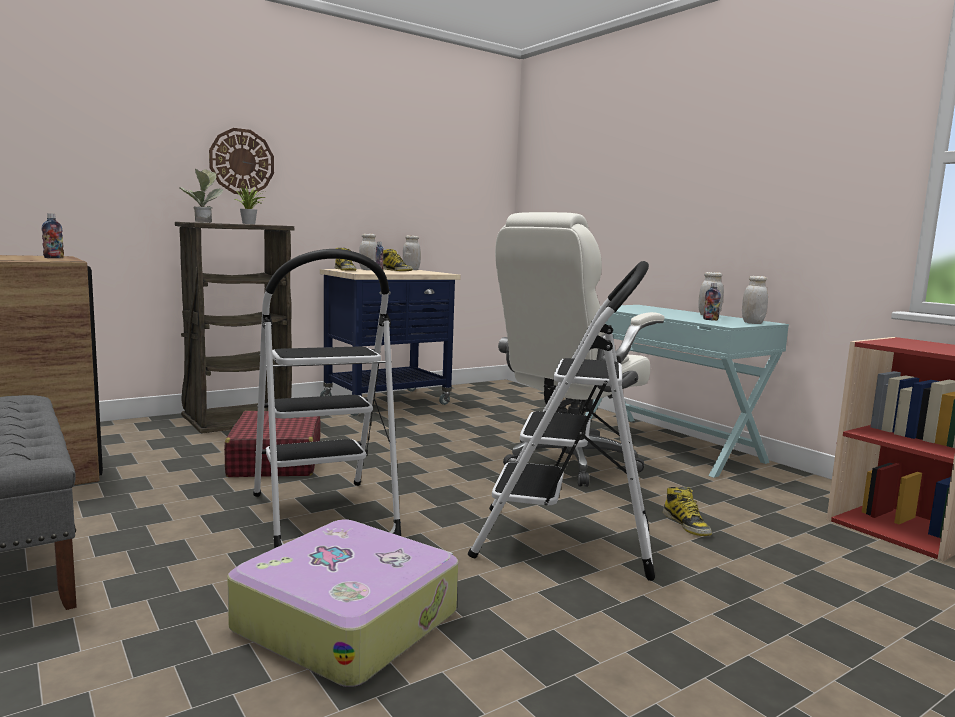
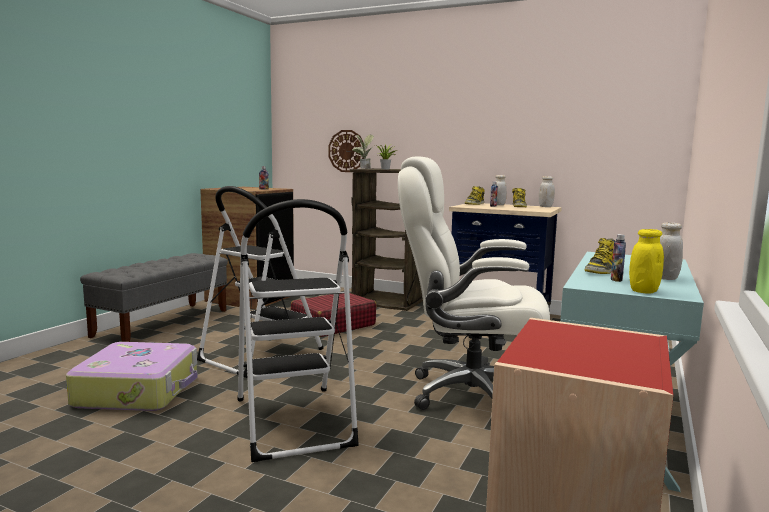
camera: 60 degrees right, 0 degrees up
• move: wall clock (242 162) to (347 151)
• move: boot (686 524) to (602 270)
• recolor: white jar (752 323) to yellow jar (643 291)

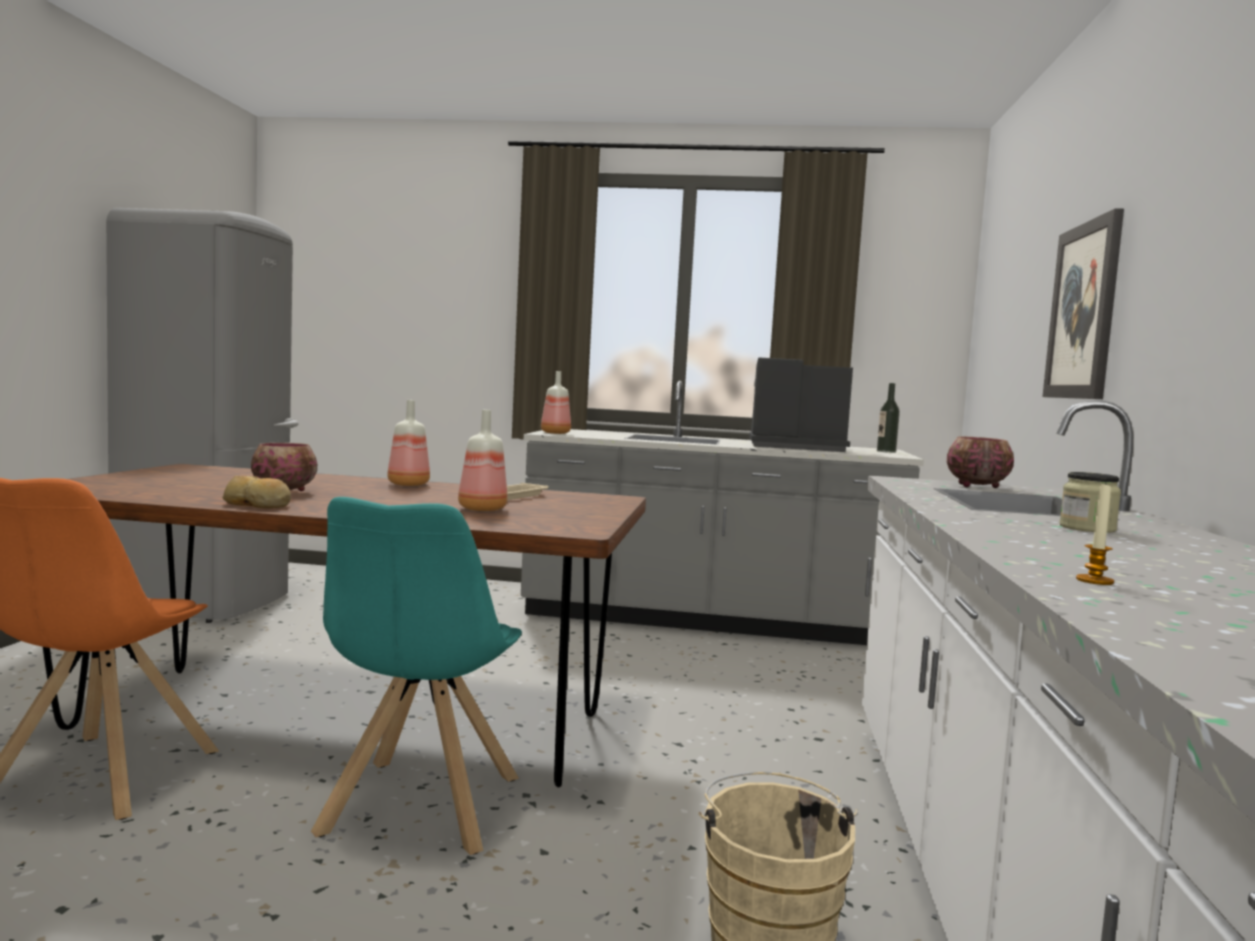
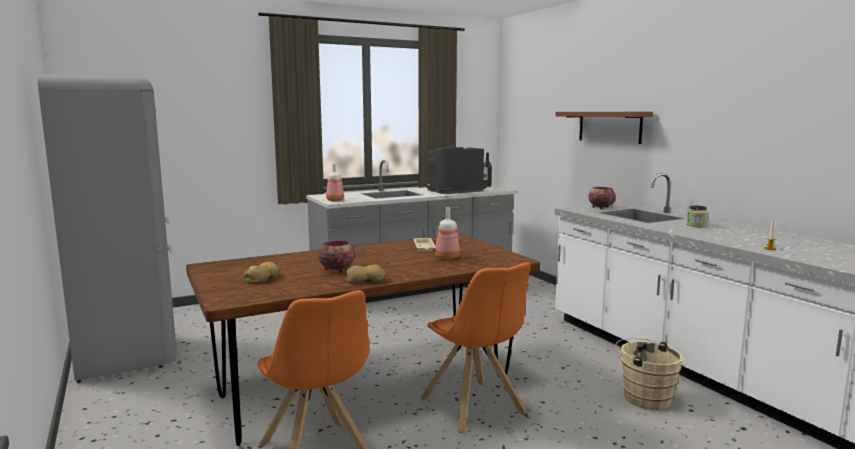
camera: 35 degrees left, 5 degrees up
• recolor: turquoise chair (418 810) to orange chair (474 407)
• delete: bottle (410 484)
• replace: picture (1083 311) to brown shelf (609 126)
• insert: bread (263 278)

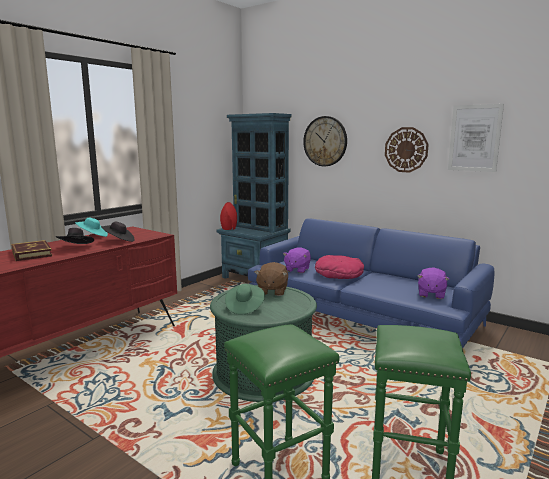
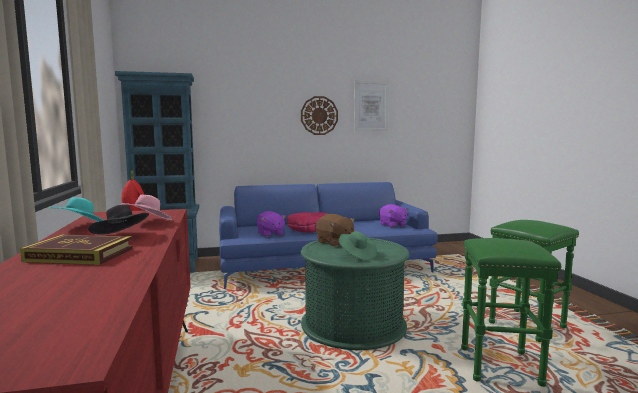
camera: 50 degrees left, 5 degrees down
• recolor: black hat (119 241) to pink hat (148 222)
• delete: wall clock (325 141)

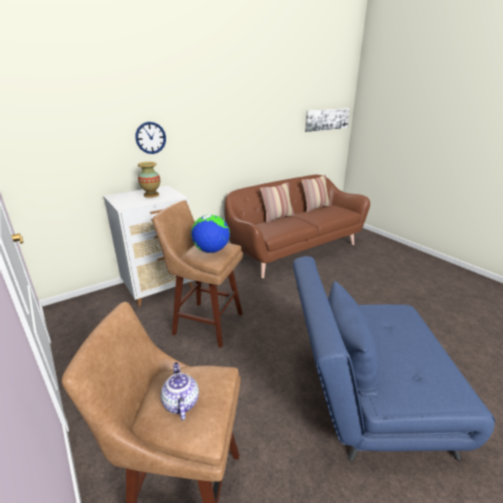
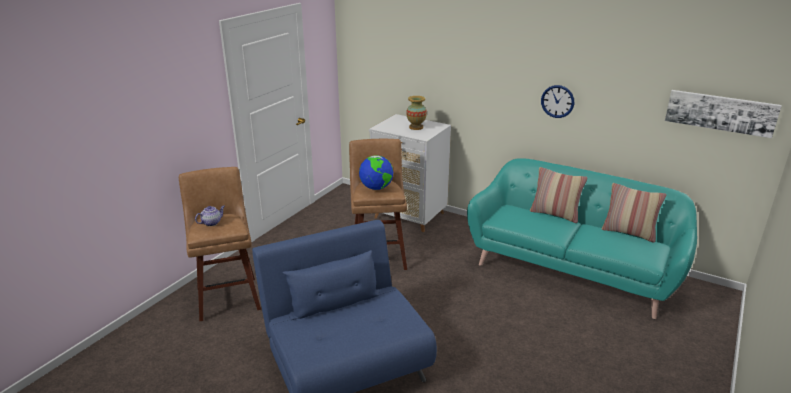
camera: 65 degrees right, 0 degrees up
• move: wall clock (150 138) to (557 101)
• recolor: brown sofa (294 250) to turquoise sofa (572 271)

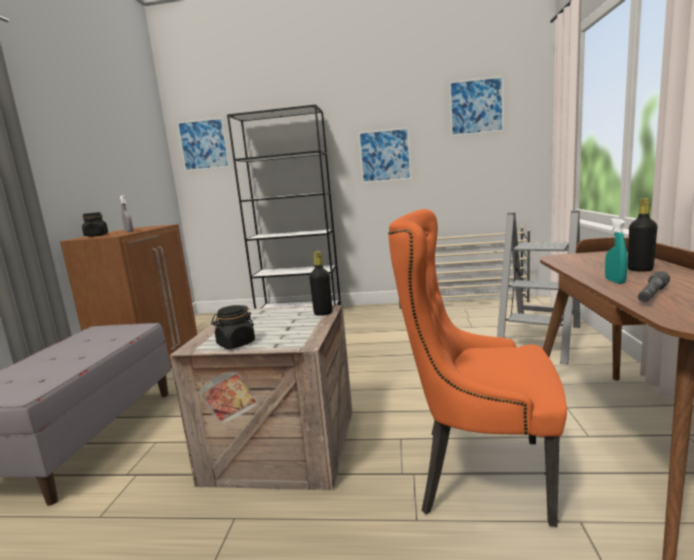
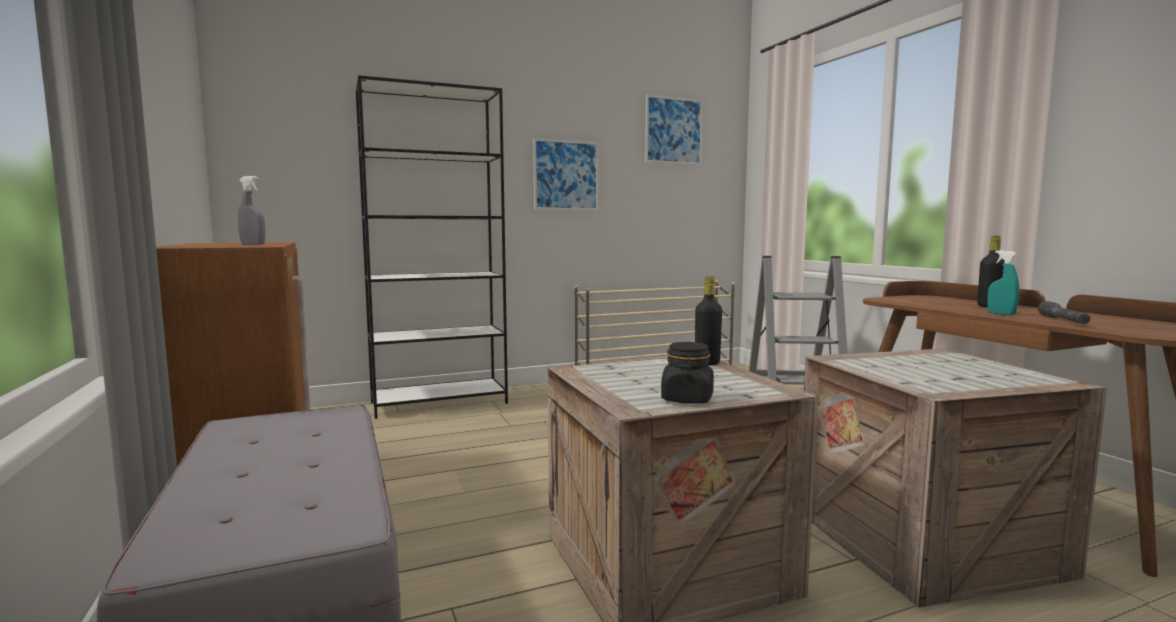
camera: 30 degrees left, 5 degrees down
• delete: black jar (96 235)
• delete: picture (203 144)
• replace: orange chair (478 473) to crate (921 540)

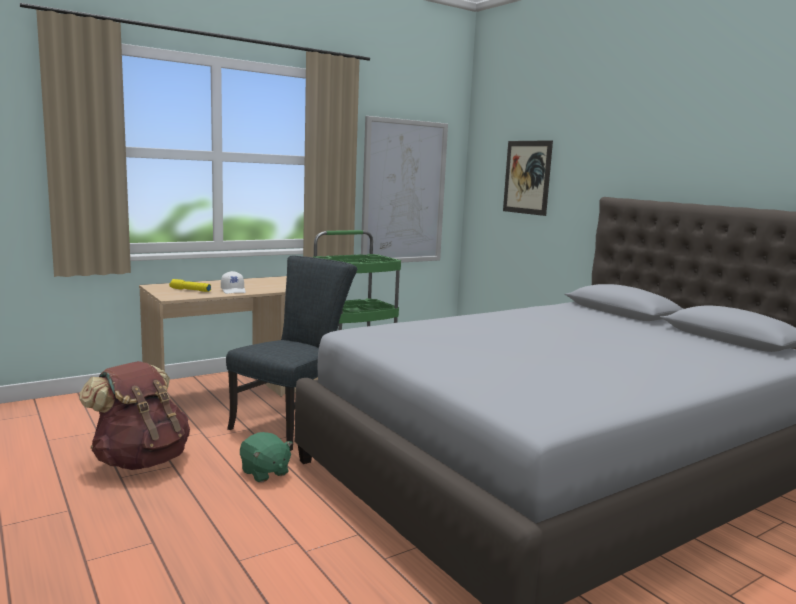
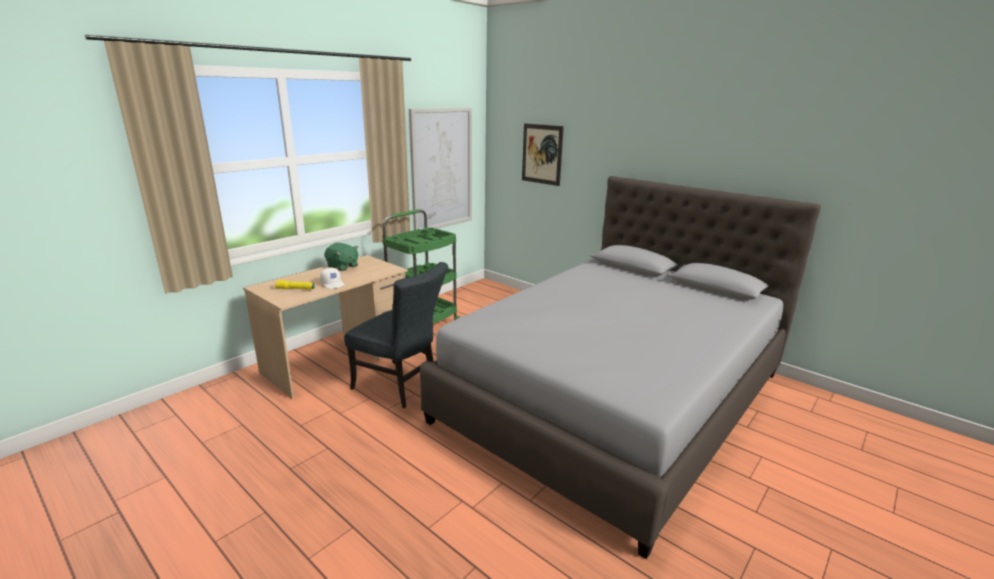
camera: 15 degrees left, 10 degrees up
• delete: brown backpack (141 460)
• rotate: grey chair (292 423) = (401 386) 105 degrees clockwise
• move: green plush toy (264 472) to (342 267)

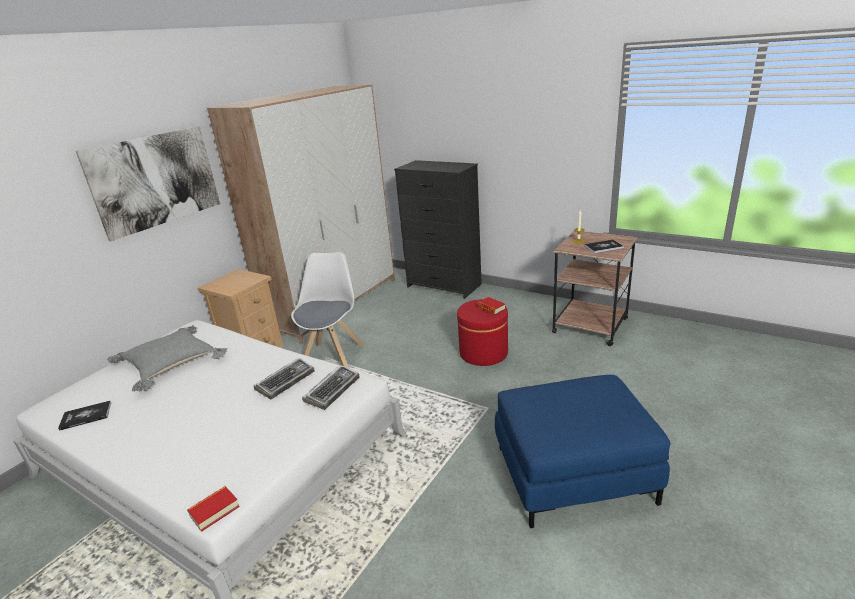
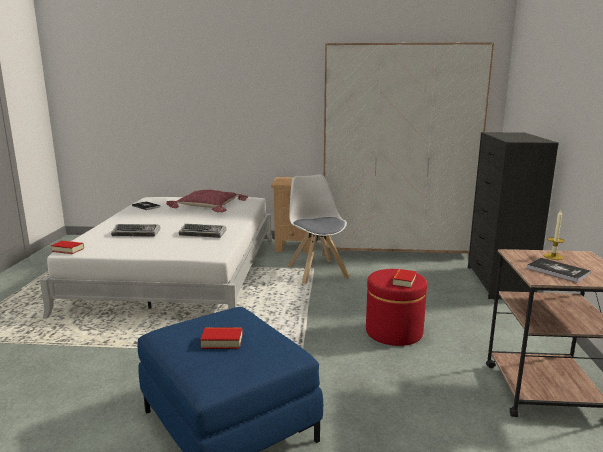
camera: 60 degrees right, 10 degrees down
• delete: picture (155 180)
• recolor: grey pillow (169 360) to red pillow (208 204)
• rotate: chair (333 357) = (317 271) 90 degrees counterclockwise
• move: keyboard (332 390) to (137 234)
• insert: book (222 342)

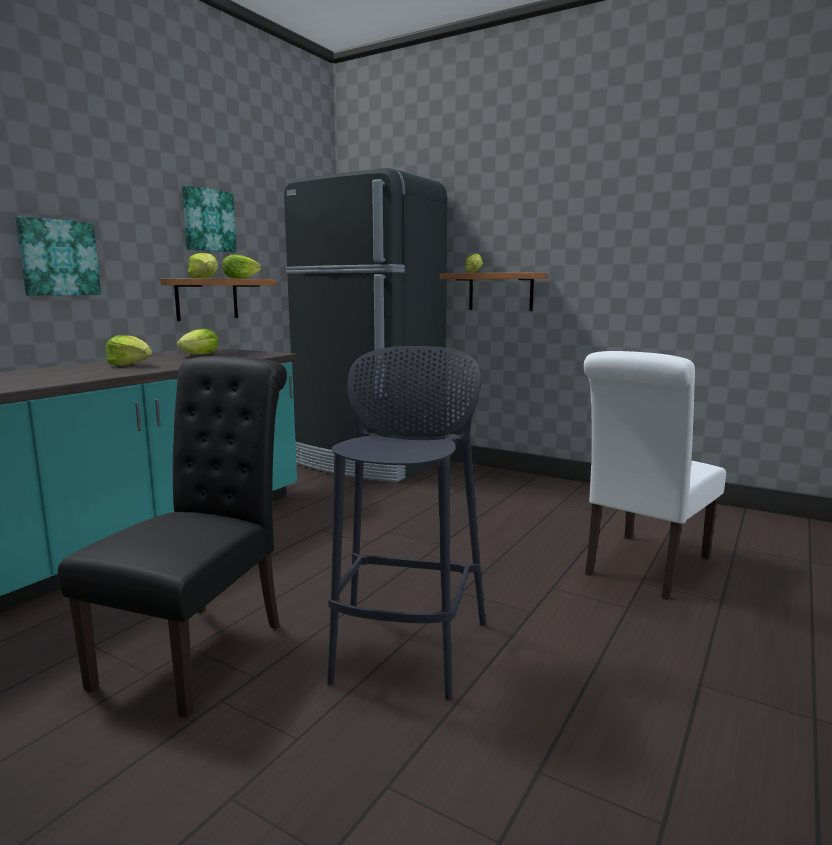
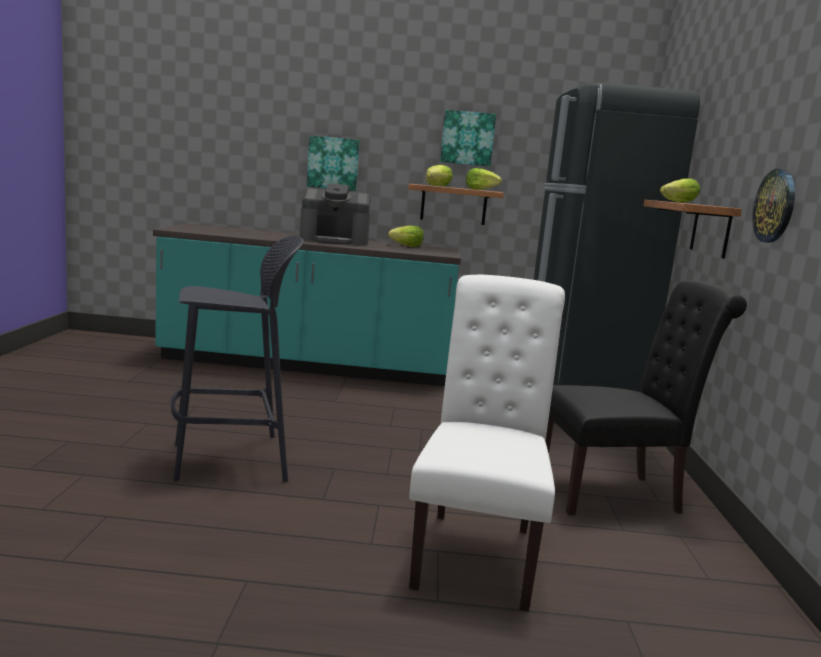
camera: 60 degrees right, 0 degrees up
• move: black chair (201 648) to (616 494)
• replace: lettuce (130 365) to coffee machine (334 240)
• rotate: white chair (643 568) = (477 551) 90 degrees clockwise
• insert: wall clock (775 206)

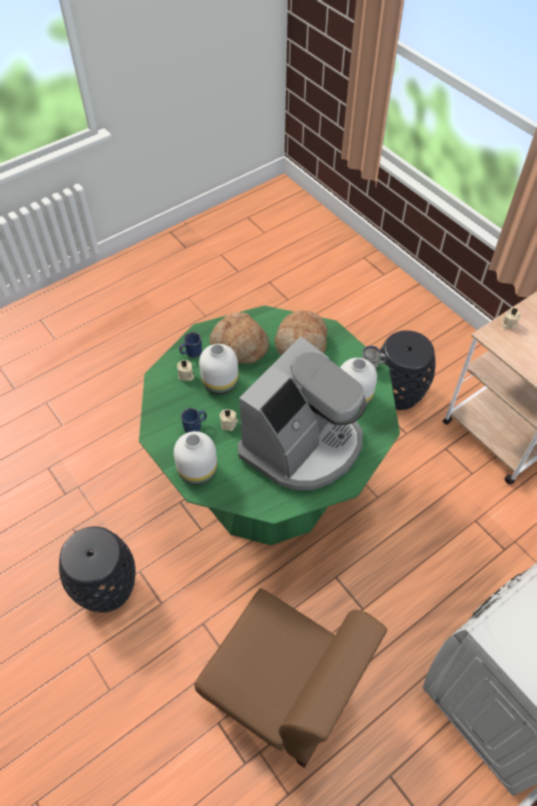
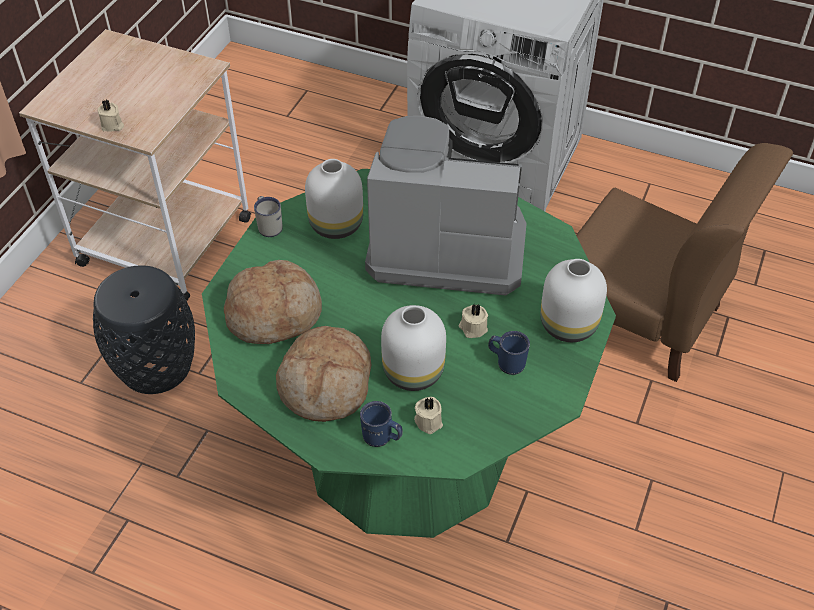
camera: 120 degrees left, 5 degrees down
• delete: black stool (106 587)
• rotate: brown chair (283 692) = (640 316) 120 degrees clockwise

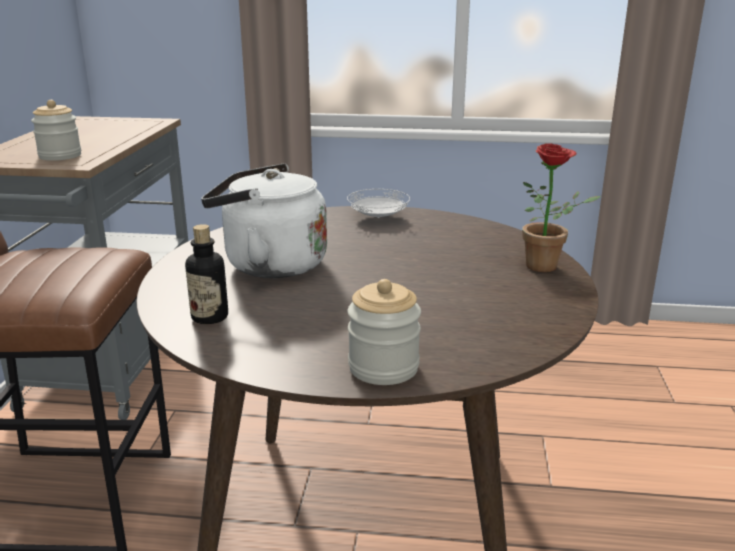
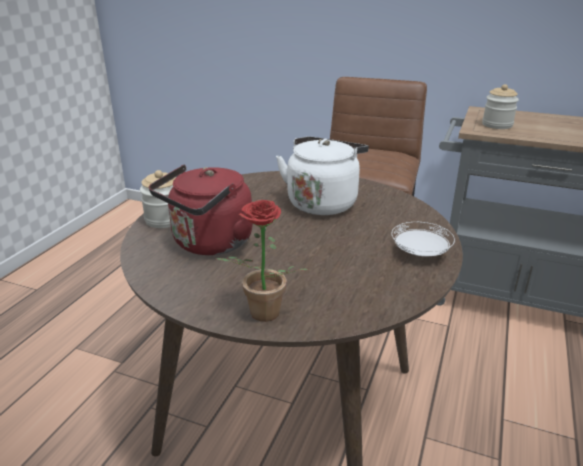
camera: 105 degrees right, 5 degrees up
• delete: bottle (210 317)
• insert: red kettle (209 244)

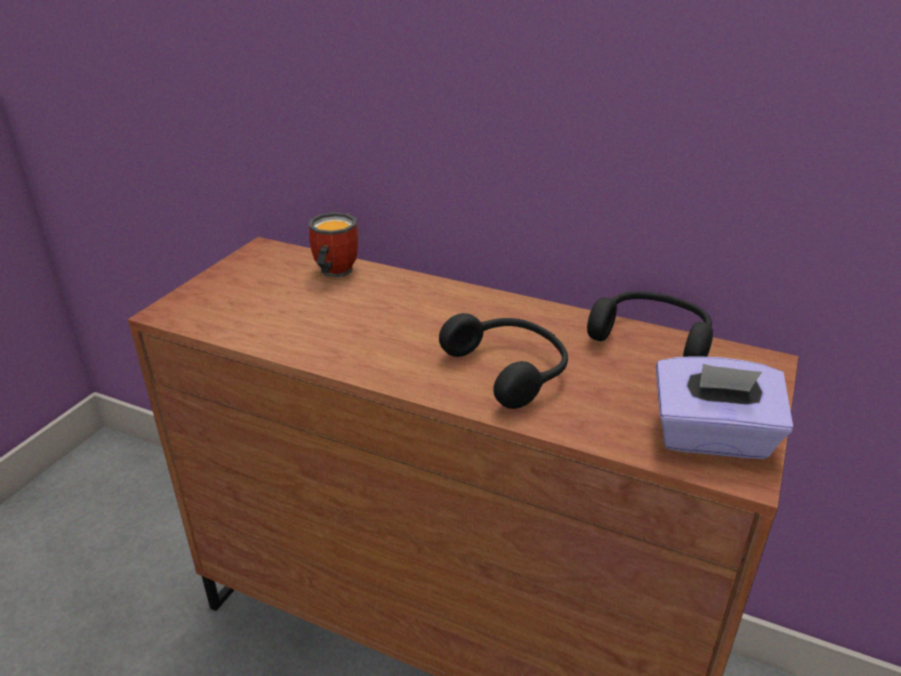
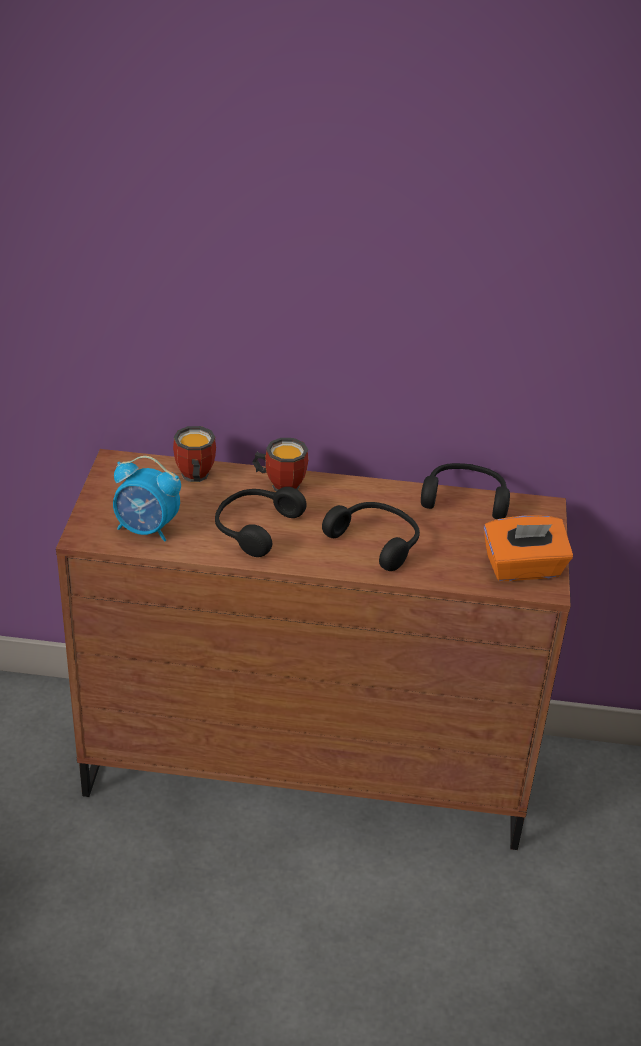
camera: 20 degrees left, 5 degrees up
• recolor: purple tissue box (712 438) to orange tissue box (523 568)
• insert: alarm clock (147 529)
• insert: black headphones (254 528)
• insert: mug (280 483)

